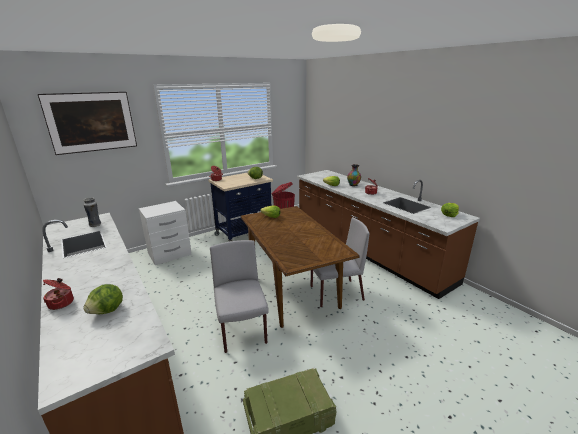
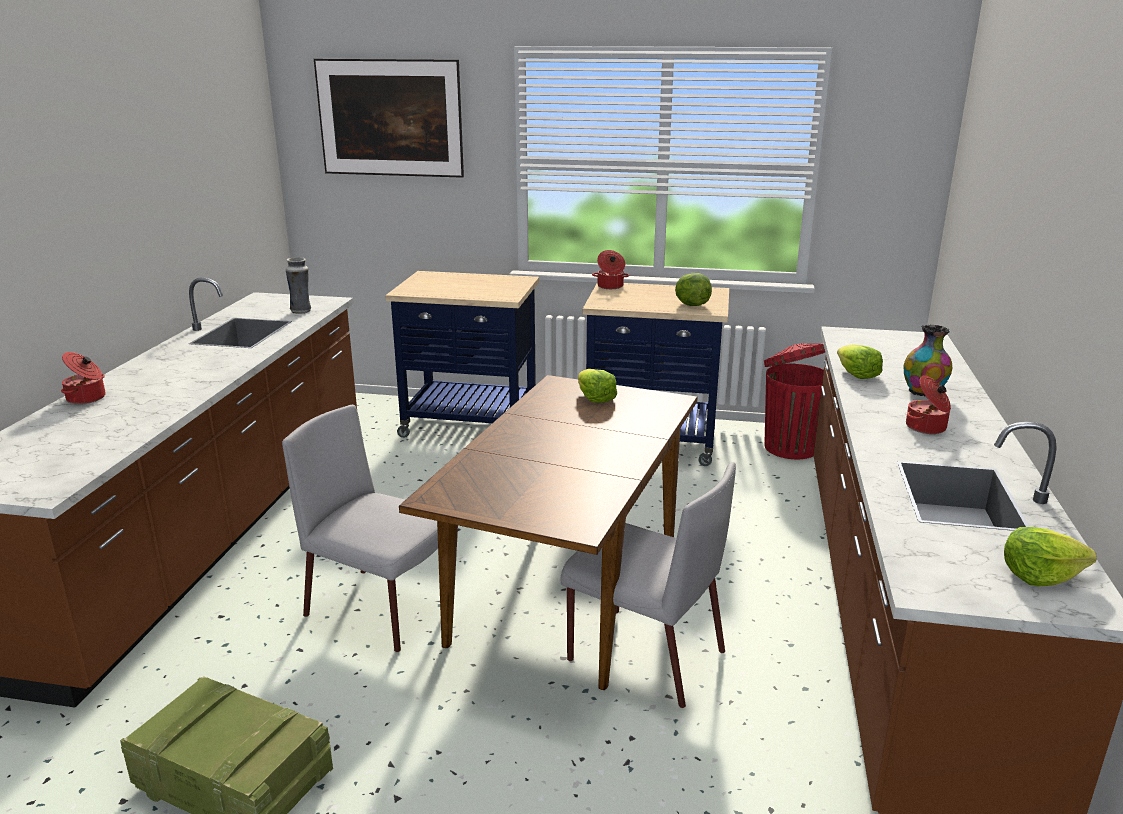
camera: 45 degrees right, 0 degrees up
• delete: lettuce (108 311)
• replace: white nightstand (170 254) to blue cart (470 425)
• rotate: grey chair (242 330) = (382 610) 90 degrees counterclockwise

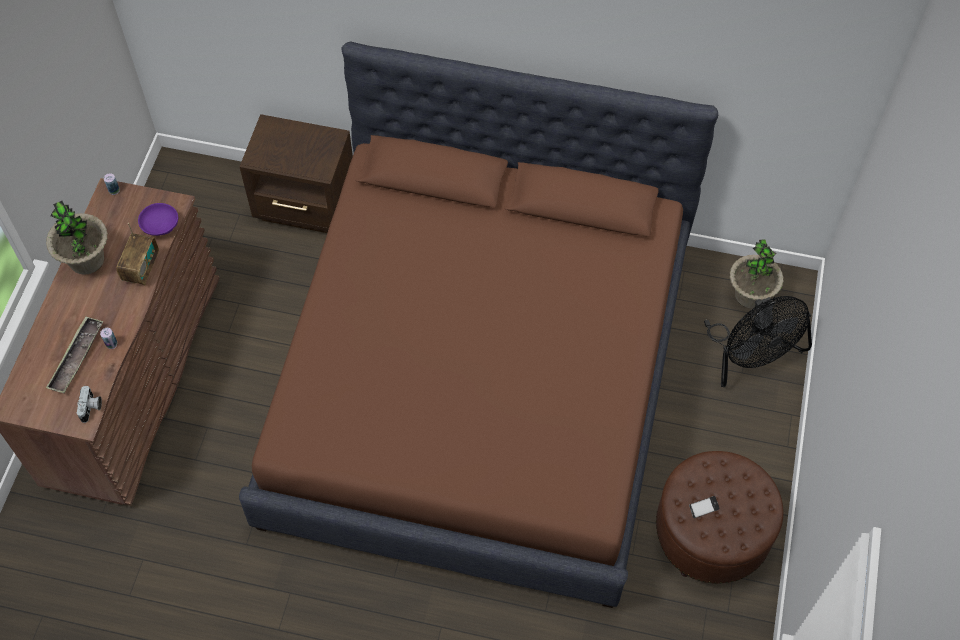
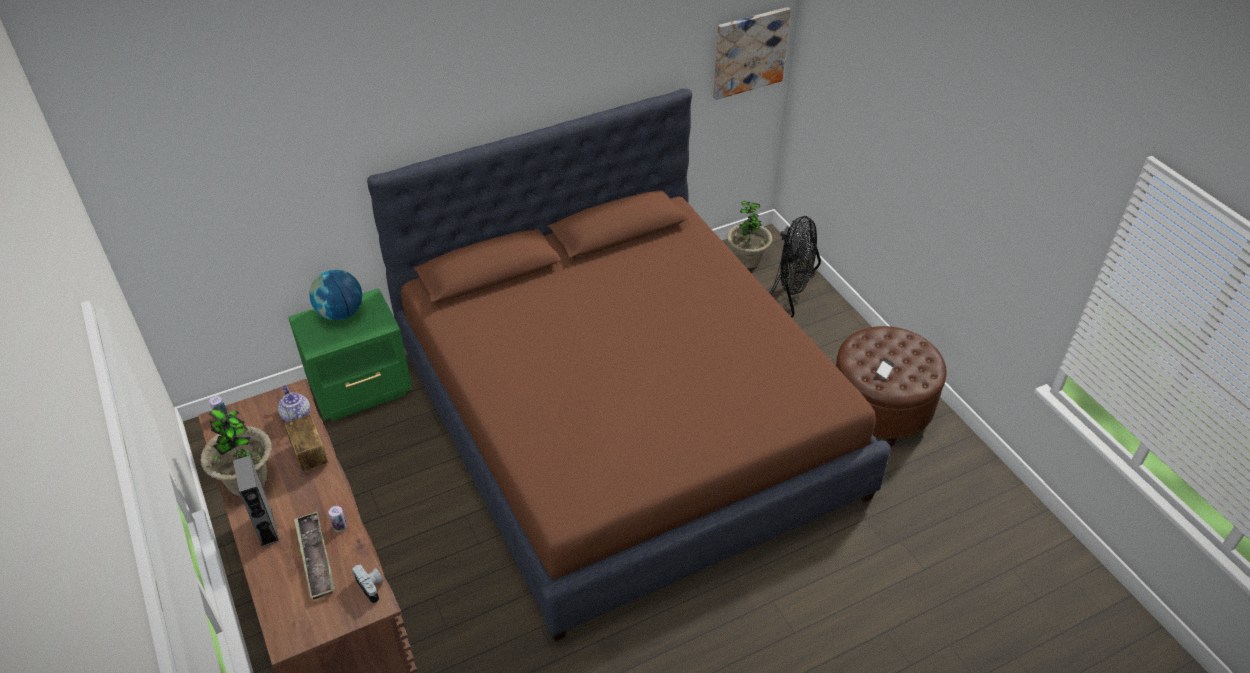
camera: 40 degrees left, 15 degrees down
• replace: purple bowl (160 226) to teapot (296 415)
• recolor: brown nightstand (306 206) to green nightstand (362 390)
• insert: grey speaker (266 527)
• insert: globe (340 313)
• insert: picture (749 52)

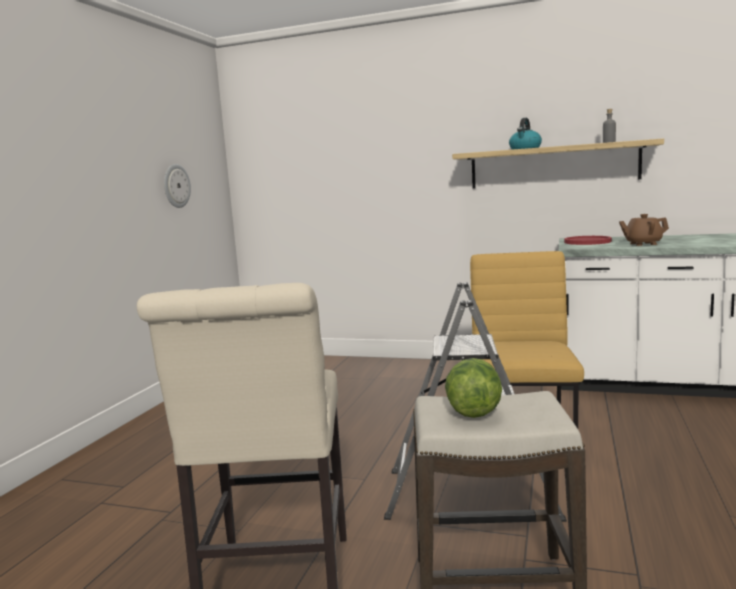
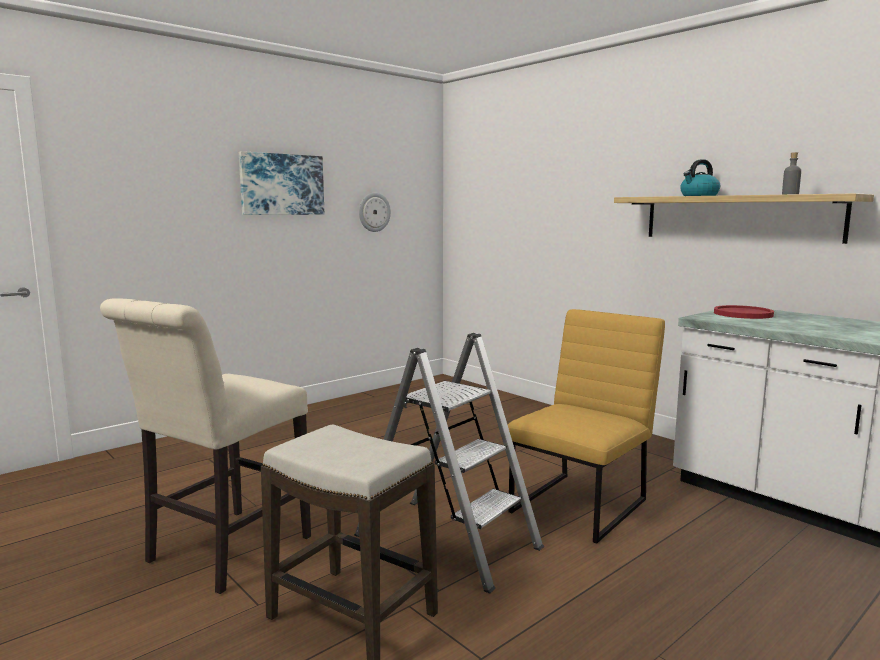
camera: 30 degrees right, 0 degrees up
• delete: lettuce (473 411)
• delete: brown teapot (642 244)
• insert: picture (282 184)

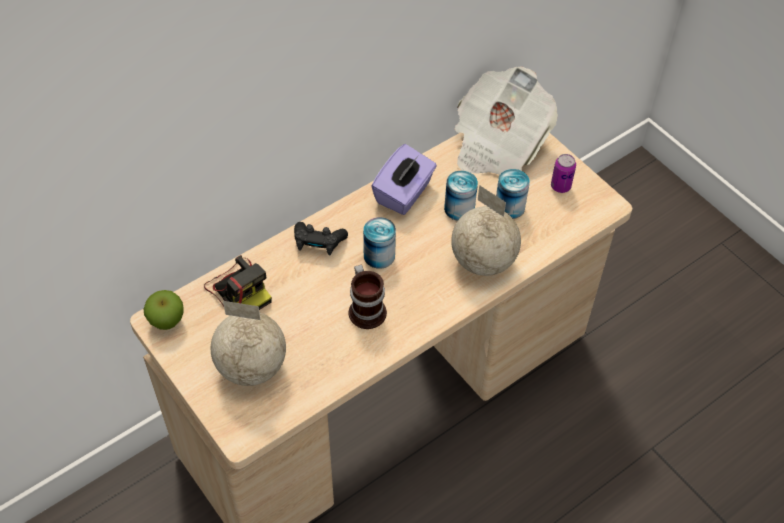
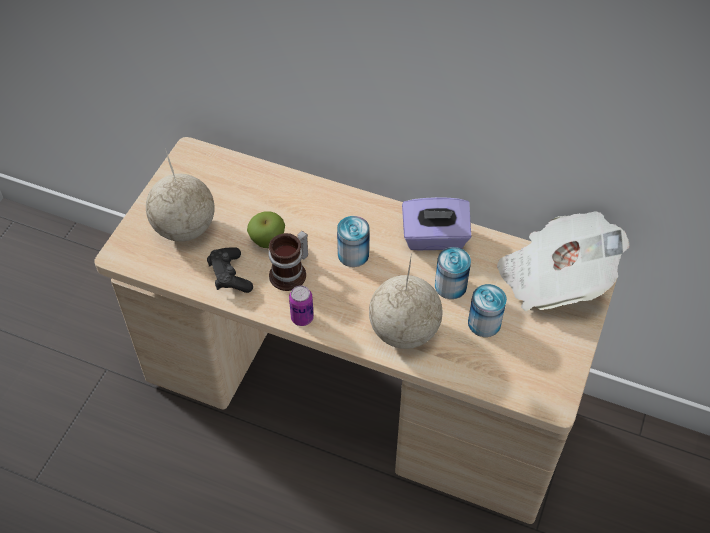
camera: 60 degrees right, 0 degrees up
• move: apple (167 321) to (267 241)
• delete: photo camera (239 290)
• move: black game controller (318 243) to (230 276)
• move: can (560 186) to (302 318)

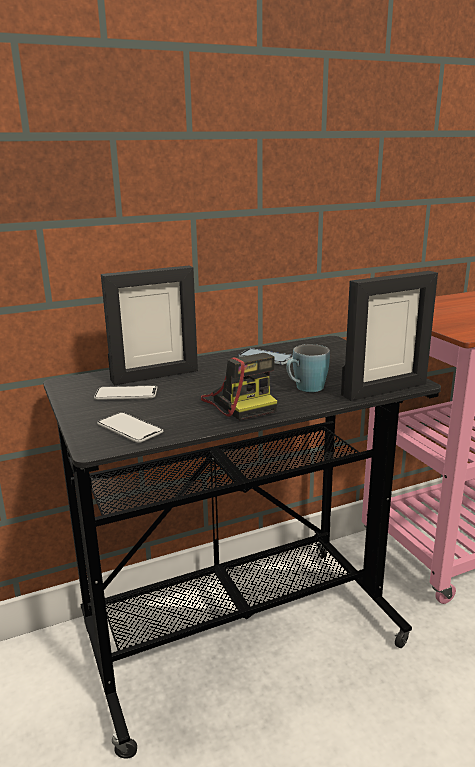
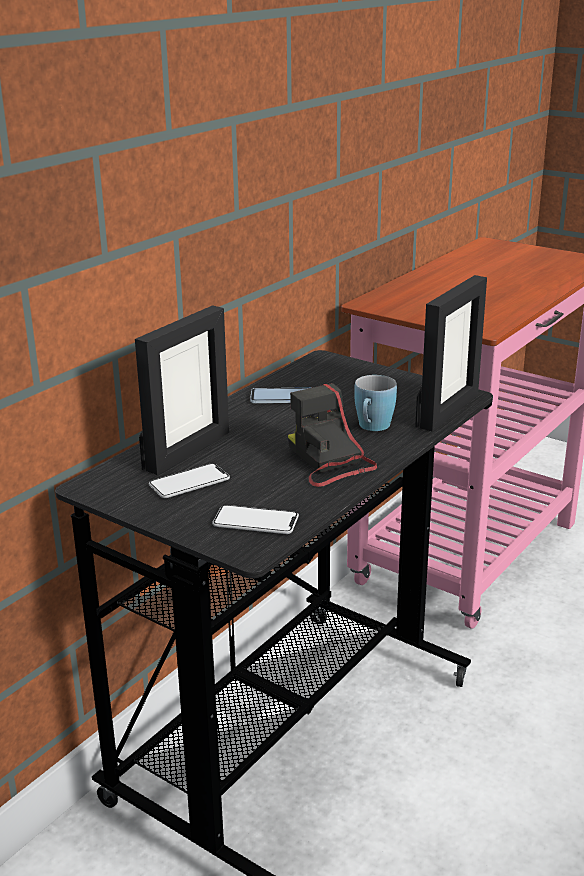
camera: 30 degrees left, 5 degrees up
• rotate: photo camera (240 403) = (329 461) 150 degrees counterclockwise

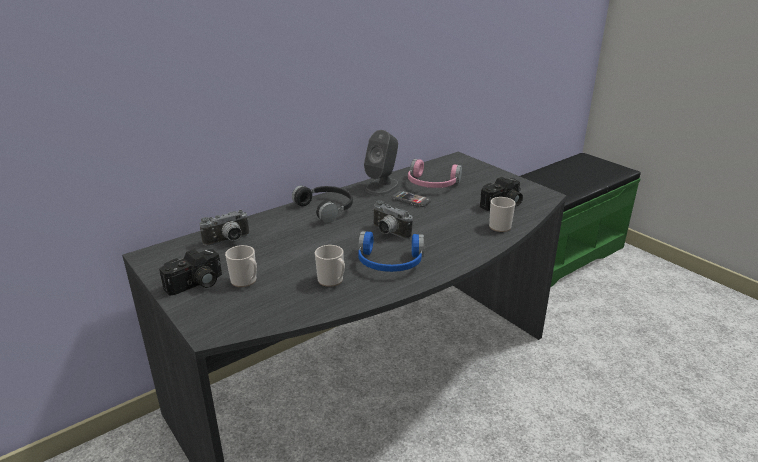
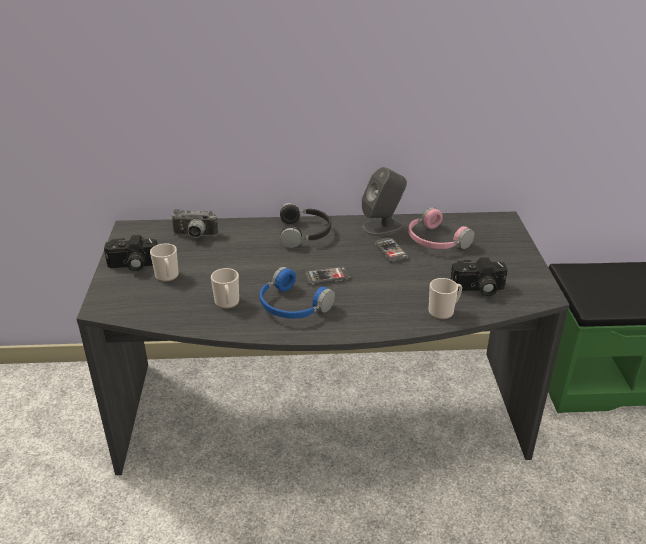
camera: 35 degrees right, 5 degrees up
• replace: photo camera (388 233) to phone (327 277)

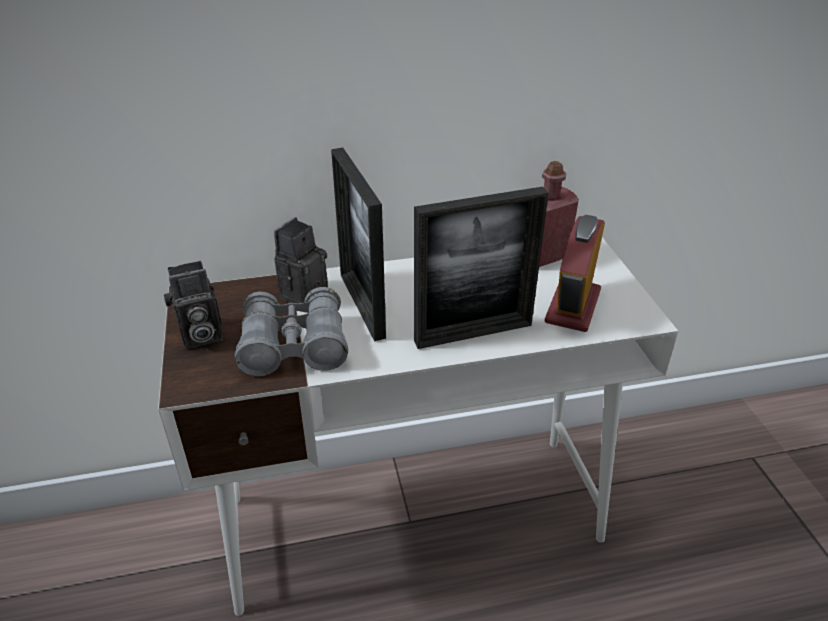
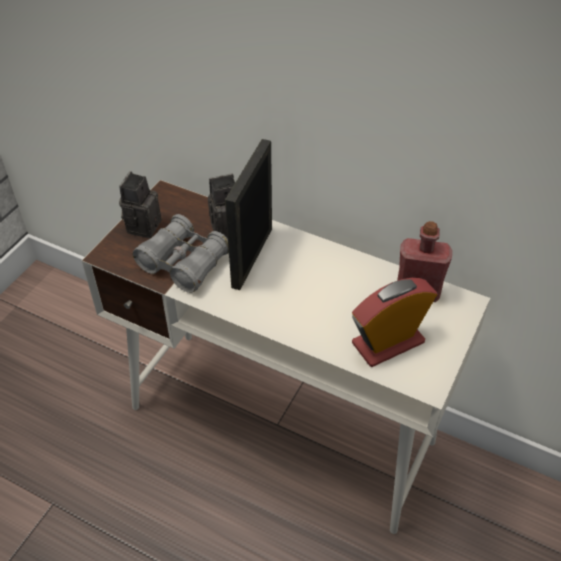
camera: 40 degrees right, 10 degrees up
• rotate: photo camera (199 336) = (142 225) 90 degrees clockwise
• delete: picture frame (473 333)

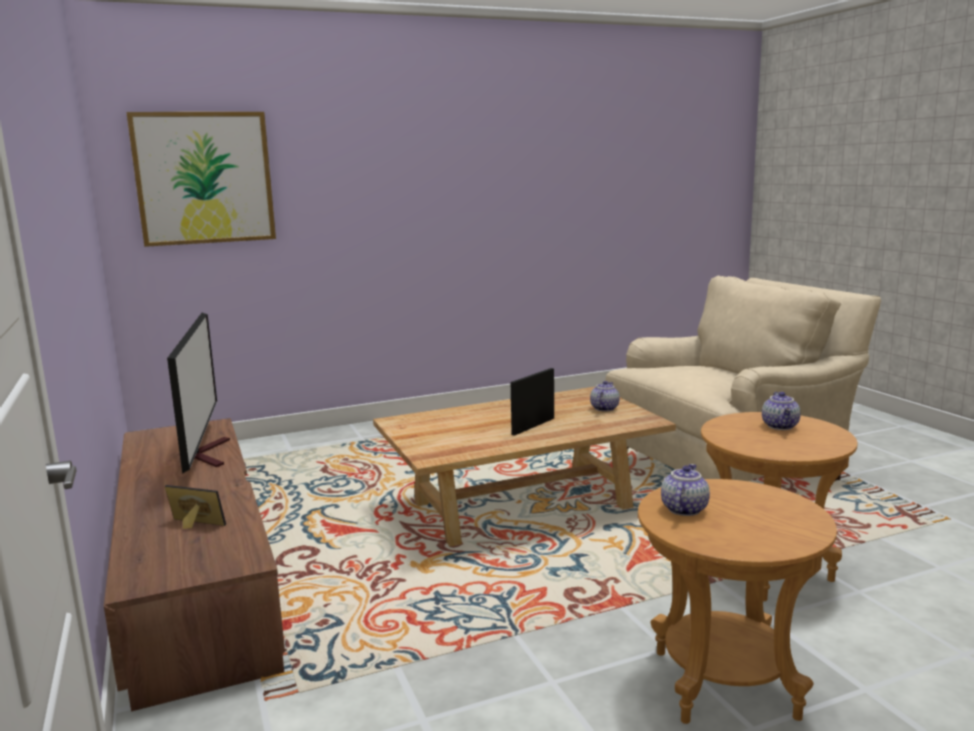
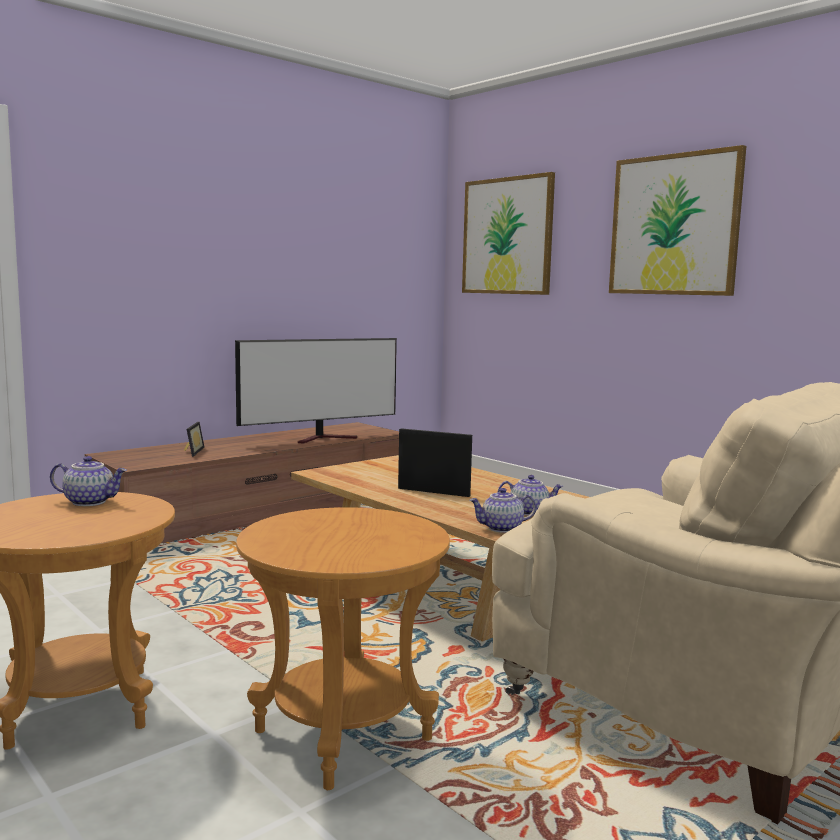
camera: 70 degrees right, 5 degrees down
• move: teapot (781 426) to (502 528)
• insert: picture (674 225)

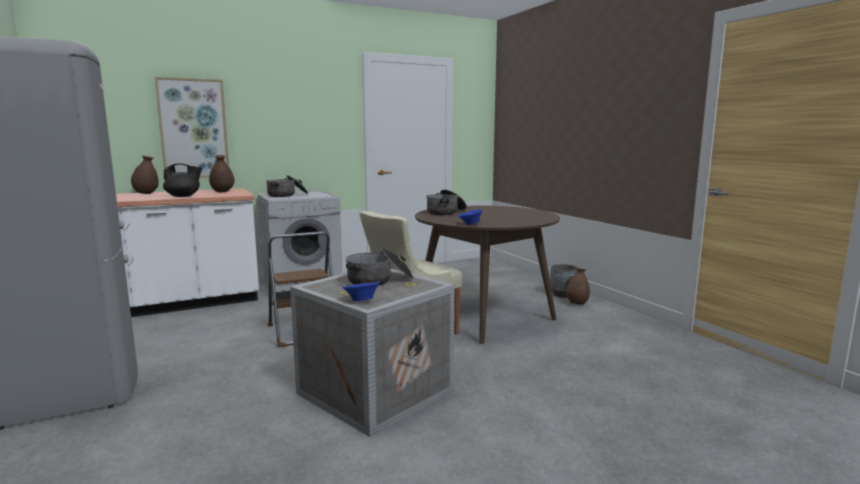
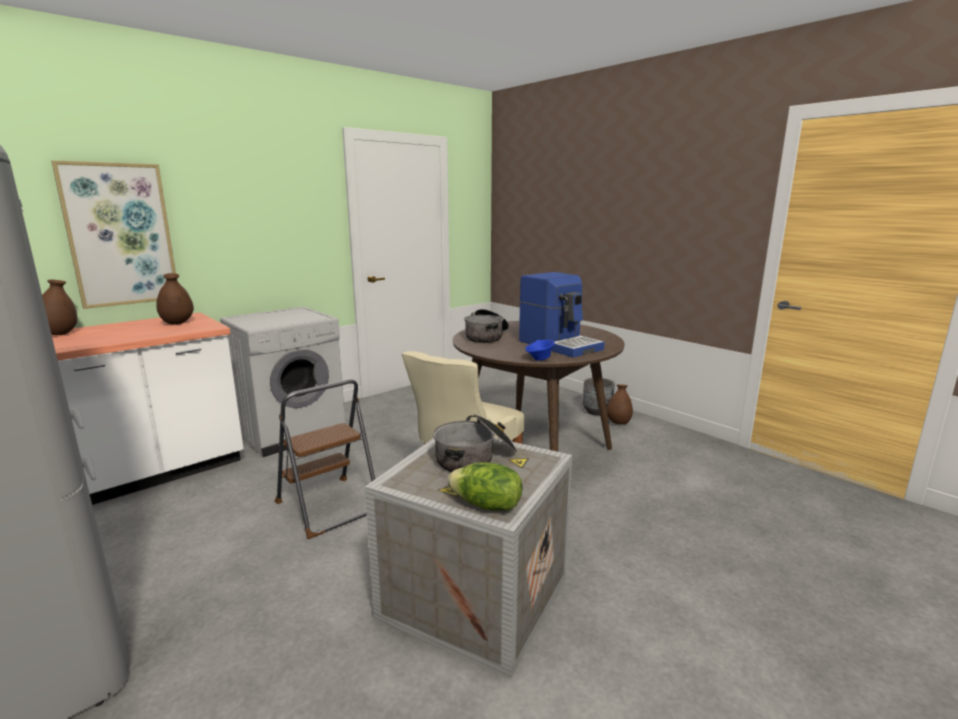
camera: 15 degrees left, 5 degrees up
• delete: black teapot (183 196)
• delete: cooking pot (287 195)
• replace: blue bowl (361 301) to lettuce (486 506)
• insert: coffee machine (560 345)

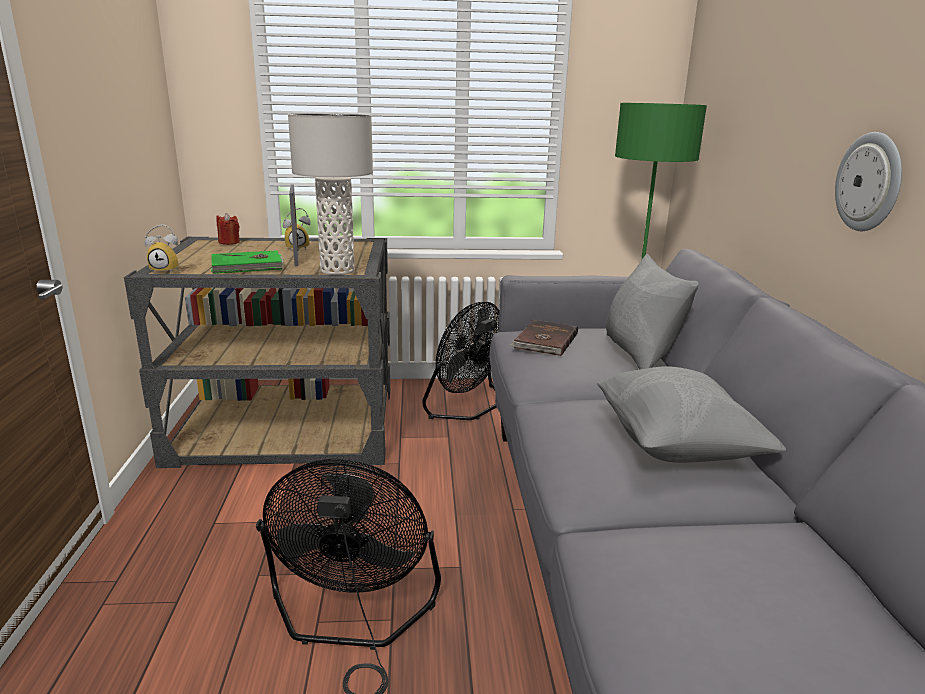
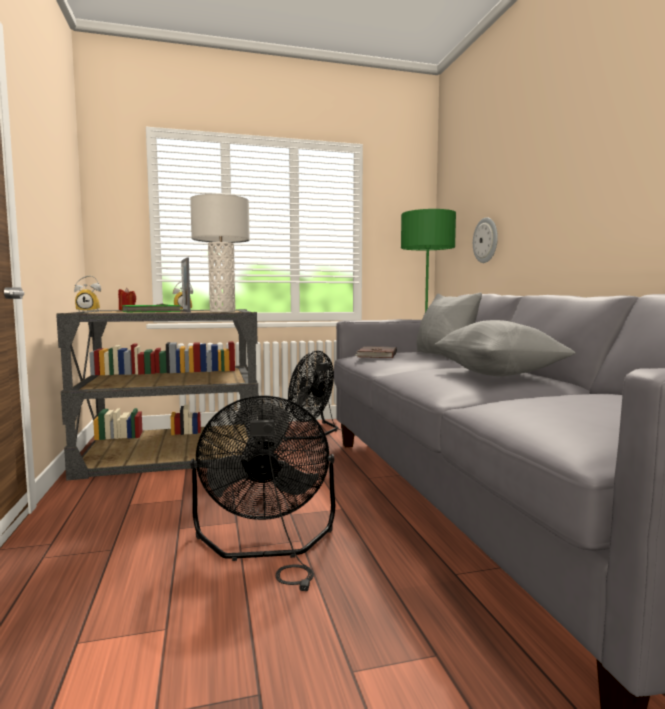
camera: 10 degrees left, 15 degrees down
• move: wall clock (869 182) to (486 240)

